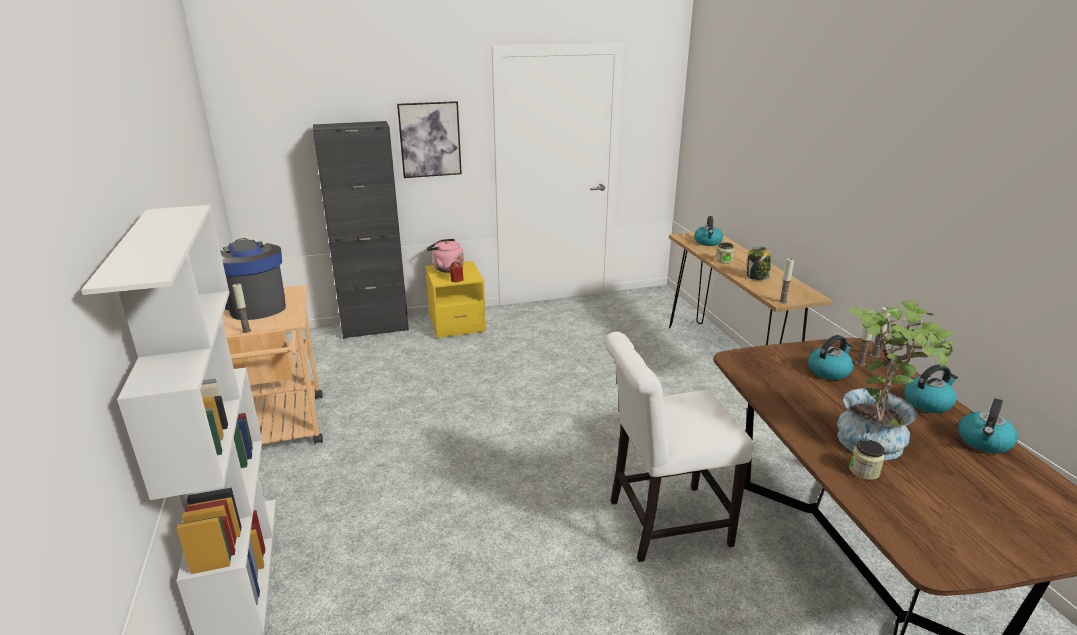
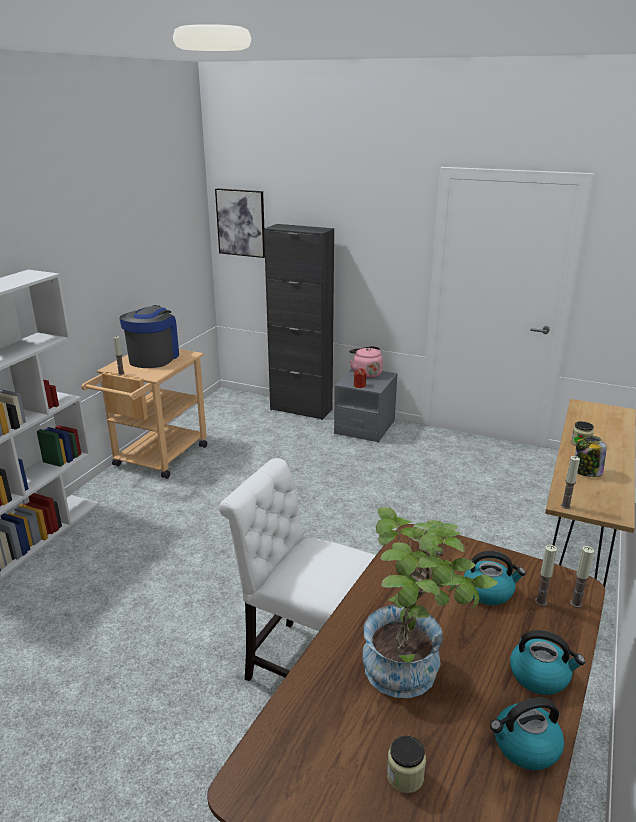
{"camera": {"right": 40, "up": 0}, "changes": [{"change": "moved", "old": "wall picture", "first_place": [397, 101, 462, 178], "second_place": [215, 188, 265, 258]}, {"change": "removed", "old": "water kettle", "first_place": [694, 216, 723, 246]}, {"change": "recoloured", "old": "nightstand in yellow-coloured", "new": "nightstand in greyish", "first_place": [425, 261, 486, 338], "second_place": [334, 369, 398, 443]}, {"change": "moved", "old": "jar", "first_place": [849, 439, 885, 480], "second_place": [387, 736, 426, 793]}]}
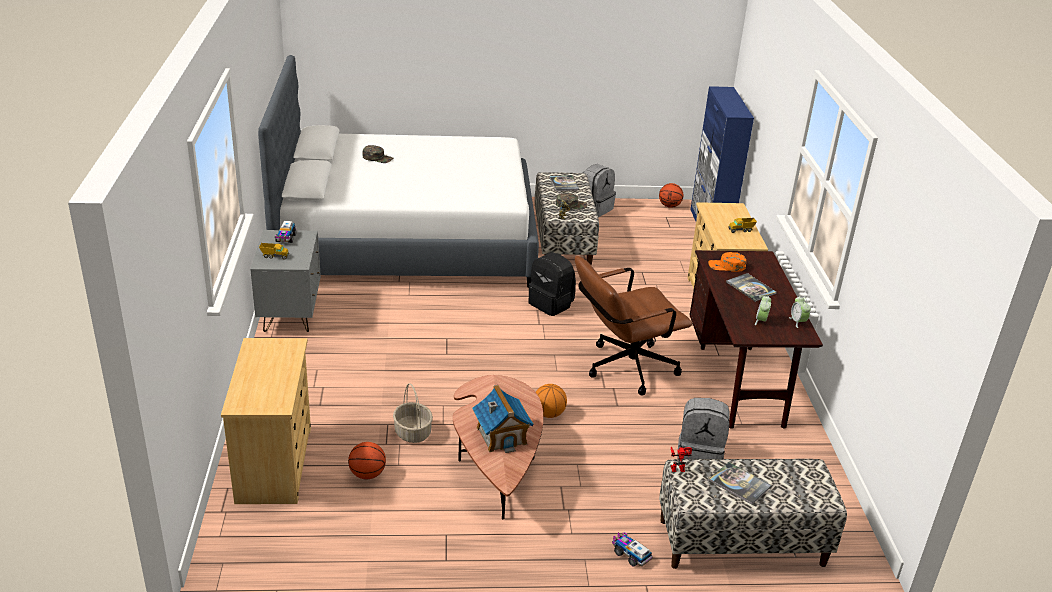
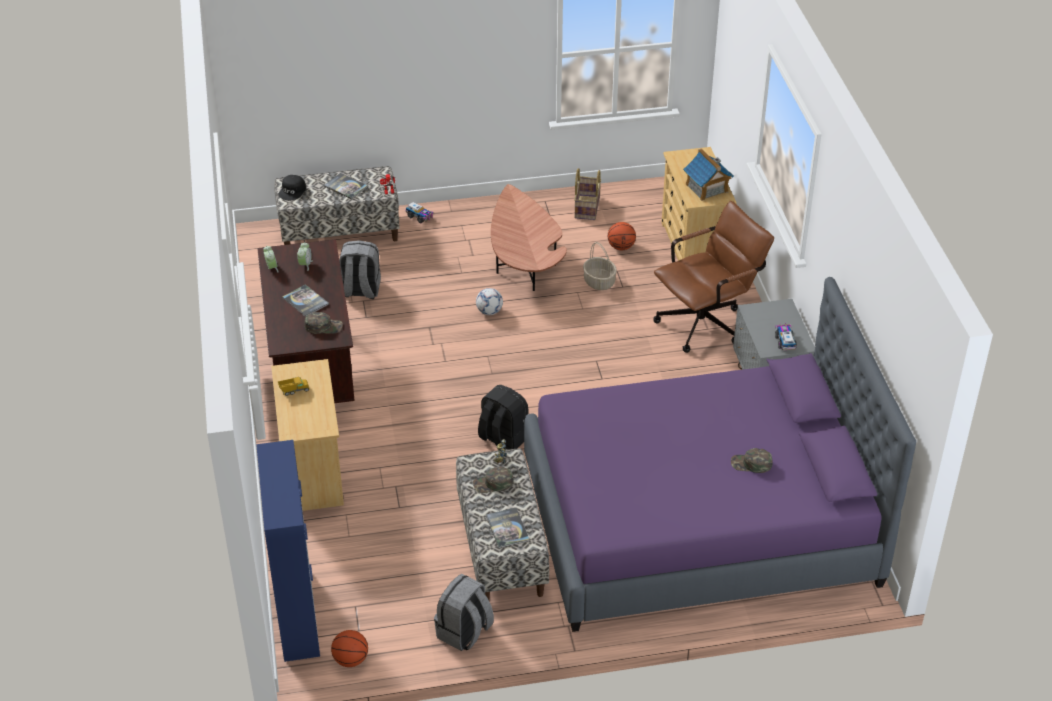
{"camera": {"right": 175, "up": 10}, "changes": [{"change": "recoloured", "old": "bed in white-coloured", "new": "bed in purplish", "first_place": [258, 55, 539, 288], "second_place": [524, 277, 916, 632]}, {"change": "removed", "old": "toy lorry", "first_place": [259, 243, 289, 260]}, {"change": "recoloured", "old": "peaked cap in orange", "new": "peaked cap in green-coloured", "first_place": [708, 252, 746, 272], "second_place": [304, 312, 343, 334]}, {"change": "moved", "old": "desk chair in brown", "first_place": [575, 256, 692, 396], "second_place": [654, 201, 774, 353]}, {"change": "replaced", "old": "basketball ball", "new": "ball for football", "first_place": [536, 384, 567, 418], "second_place": [476, 288, 503, 315]}, {"change": "moved", "old": "toy house", "first_place": [472, 385, 534, 453], "second_place": [683, 148, 734, 201]}, {"change": "added", "new": "storage basket", "second_place": [574, 168, 601, 220]}, {"change": "added", "new": "peaked cap in blackish", "second_place": [279, 175, 306, 200]}]}
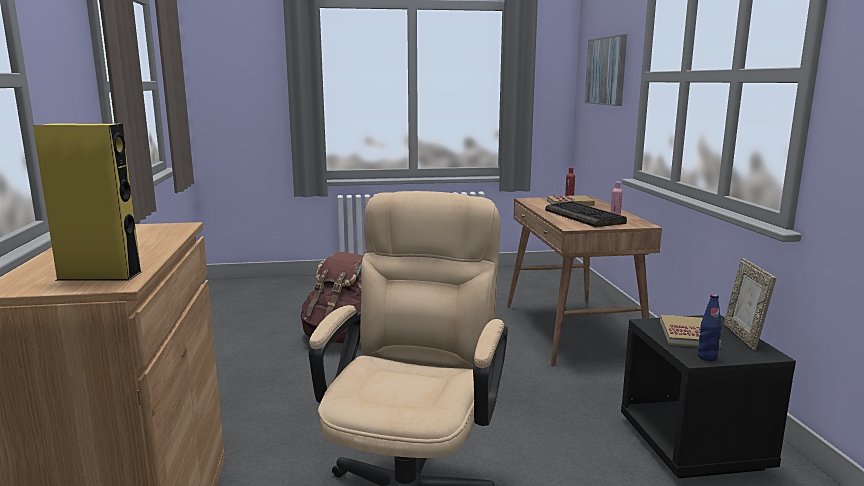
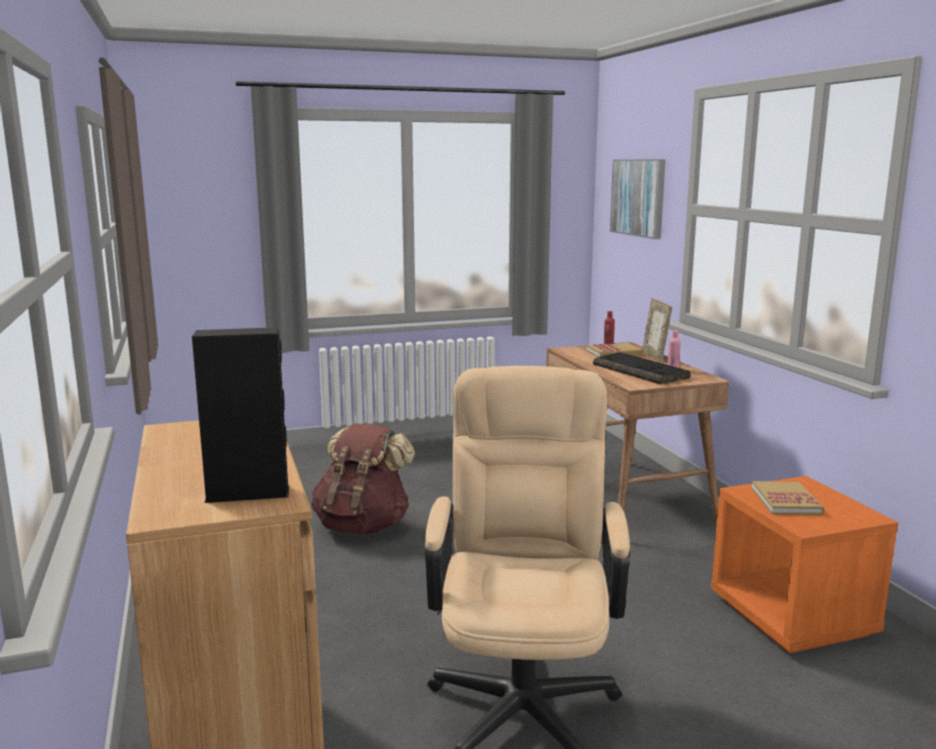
{"camera": {"right": -10, "up": 0}, "changes": [{"change": "recoloured", "old": "loudspeaker in yellow-coloured", "new": "loudspeaker in blackish", "first_place": [33, 124, 142, 281], "second_place": [192, 327, 289, 503]}, {"change": "moved", "old": "standing frame", "first_place": [724, 258, 776, 350], "second_place": [642, 298, 672, 362]}, {"change": "removed", "old": "drink bottle in blue-coloured", "first_place": [698, 294, 722, 361]}, {"change": "recoloured", "old": "nightstand in blackish", "new": "nightstand in orange", "first_place": [621, 315, 796, 478], "second_place": [711, 476, 898, 654]}]}
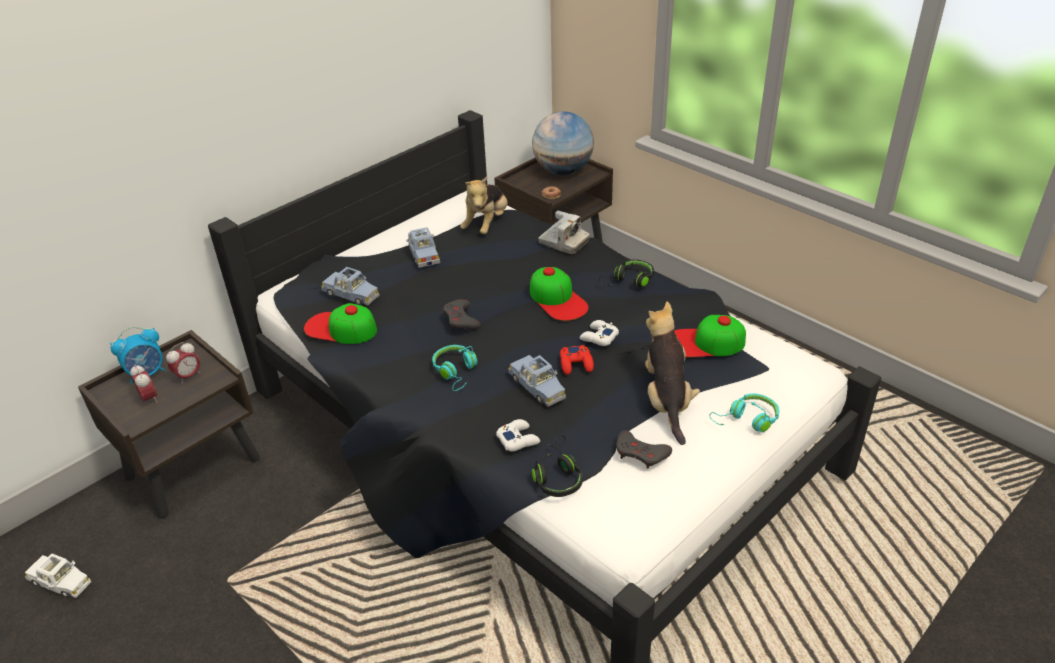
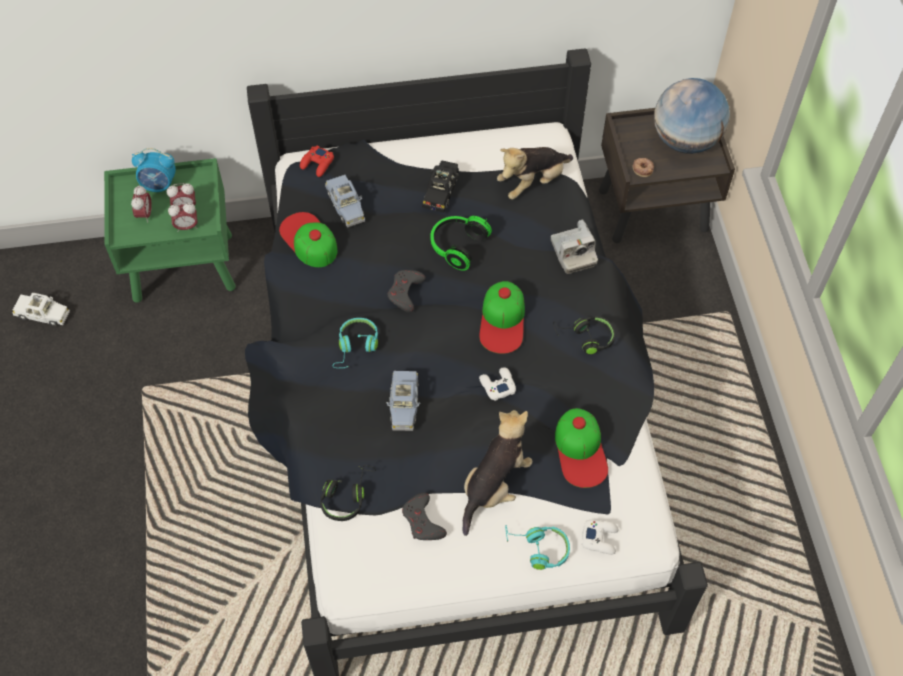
{"camera": {"right": 35, "up": 20}, "changes": [{"change": "recoloured", "old": "model car in blue-coloured", "new": "model car in blackish", "first_place": [406, 227, 440, 268], "second_place": [422, 161, 459, 213]}, {"change": "turned", "old": "peaked cap", "first_place": [674, 315, 746, 357], "second_place": [555, 408, 608, 488], "degrees": -135}, {"change": "recoloured", "old": "nightstand in brown", "new": "nightstand in green-coloured", "first_place": [78, 330, 260, 518], "second_place": [104, 158, 236, 303]}, {"change": "moved", "old": "gamepad in reddish", "first_place": [560, 345, 594, 375], "second_place": [300, 146, 334, 177]}, {"change": "moved", "old": "gamepad in white-coloured", "first_place": [496, 419, 540, 452], "second_place": [581, 520, 618, 555]}, {"change": "turned", "old": "model car in white-coloured", "first_place": [25, 554, 91, 598], "second_place": [12, 293, 70, 326], "degrees": -45}, {"change": "added", "new": "alarm clock", "second_place": [168, 202, 198, 232]}, {"change": "added", "new": "headset", "second_place": [430, 216, 492, 271]}]}
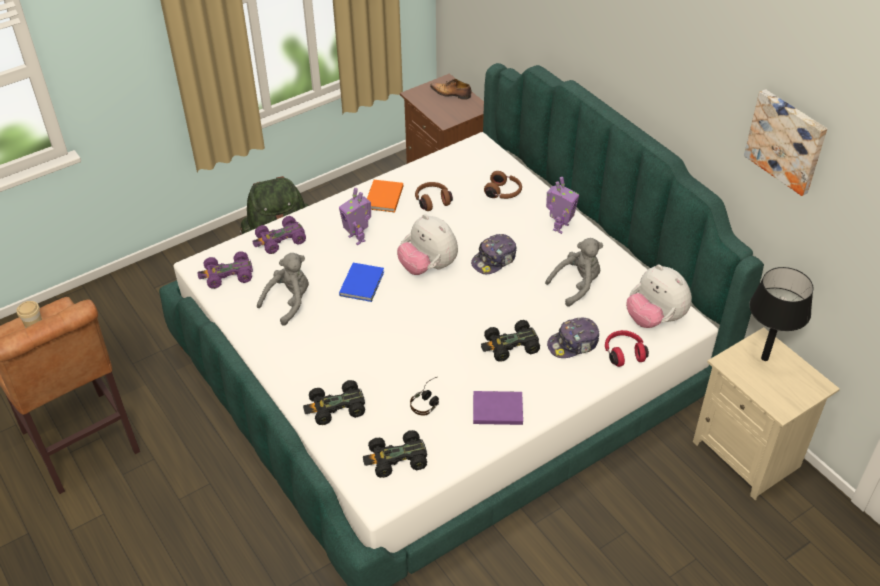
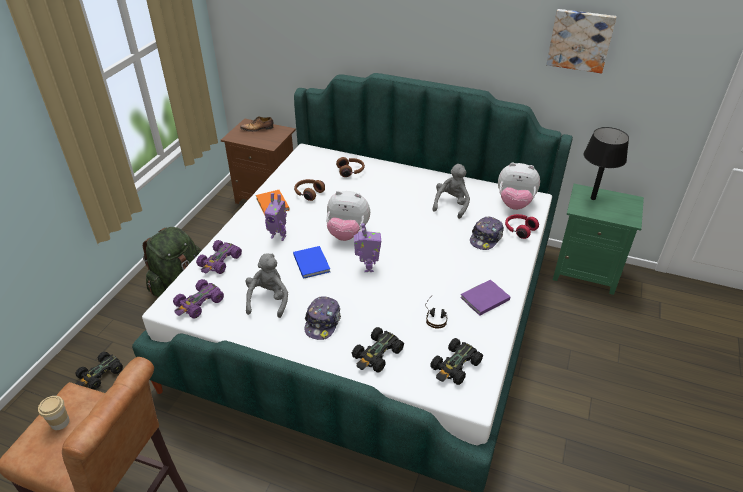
{"camera": {"right": -35, "up": -5}, "changes": [{"change": "moved", "old": "robot figure", "first_place": [546, 177, 579, 234], "second_place": [354, 223, 381, 272]}, {"change": "moved", "old": "peaked cap", "first_place": [471, 234, 516, 274], "second_place": [304, 296, 341, 340]}, {"change": "moved", "old": "model car in blackish", "first_place": [481, 320, 540, 362], "second_place": [75, 352, 123, 390]}, {"change": "recoloured", "old": "nightstand in beige-coloured", "new": "nightstand in green-coloured", "first_place": [693, 327, 840, 500], "second_place": [553, 184, 644, 295]}]}
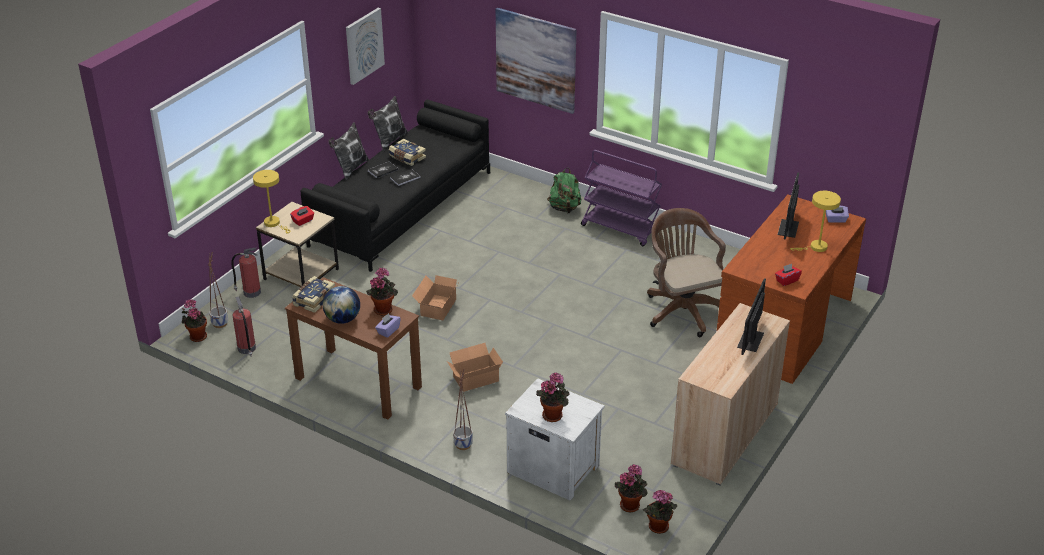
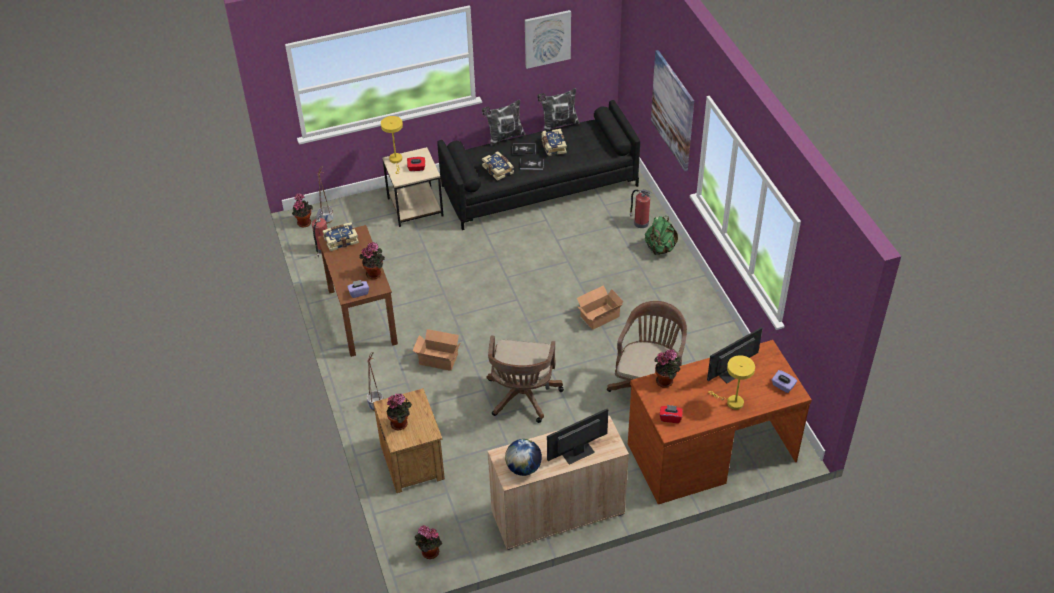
{"camera": {"right": 40, "up": 10}, "changes": [{"change": "removed", "old": "cart in purplish", "first_place": [581, 150, 662, 246]}, {"change": "moved", "old": "fire-fighting cylinder", "first_place": [231, 248, 261, 298], "second_place": [629, 189, 652, 228]}, {"change": "moved", "old": "carton", "first_place": [412, 275, 458, 320], "second_place": [577, 285, 623, 330]}, {"change": "moved", "old": "world globe", "first_place": [323, 286, 360, 324], "second_place": [505, 439, 542, 476]}, {"change": "recoloured", "old": "nightstand in white-coloured", "new": "nightstand in brown", "first_place": [505, 378, 605, 501], "second_place": [373, 388, 445, 493]}, {"change": "moved", "old": "houseplant", "first_place": [615, 464, 647, 512], "second_place": [654, 349, 681, 388]}, {"change": "added", "new": "bound book", "second_place": [482, 151, 514, 181]}, {"change": "added", "new": "desk chair in brown", "second_place": [487, 335, 564, 423]}]}
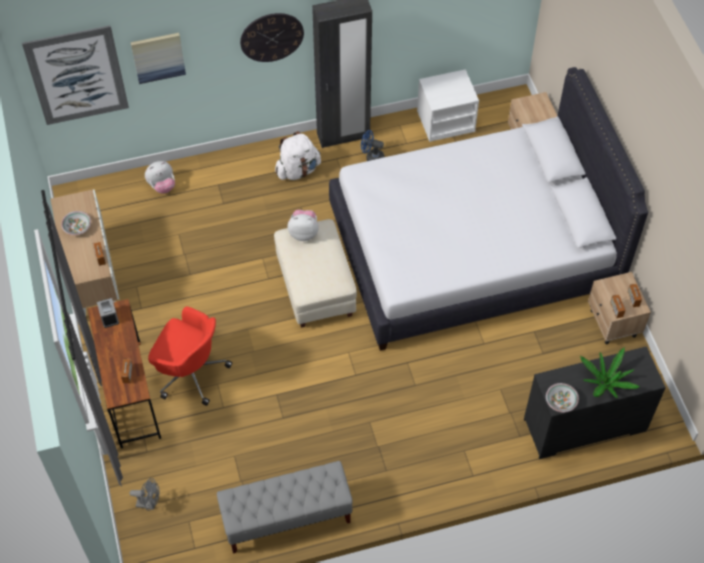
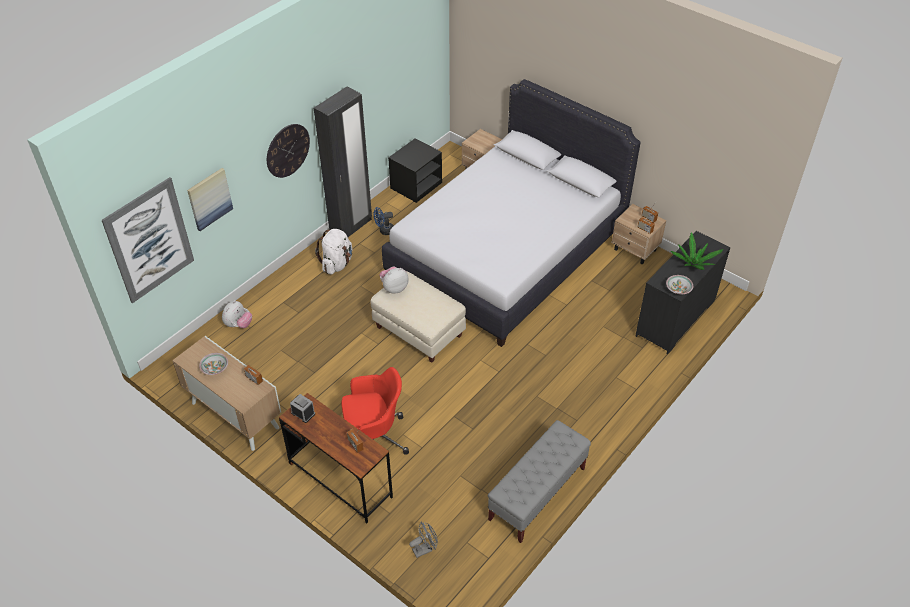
{"camera": {"right": -35, "up": -10}, "changes": [{"change": "recoloured", "old": "nightstand in white-coloured", "new": "nightstand in blackish", "first_place": [417, 69, 479, 142], "second_place": [388, 138, 442, 203]}]}
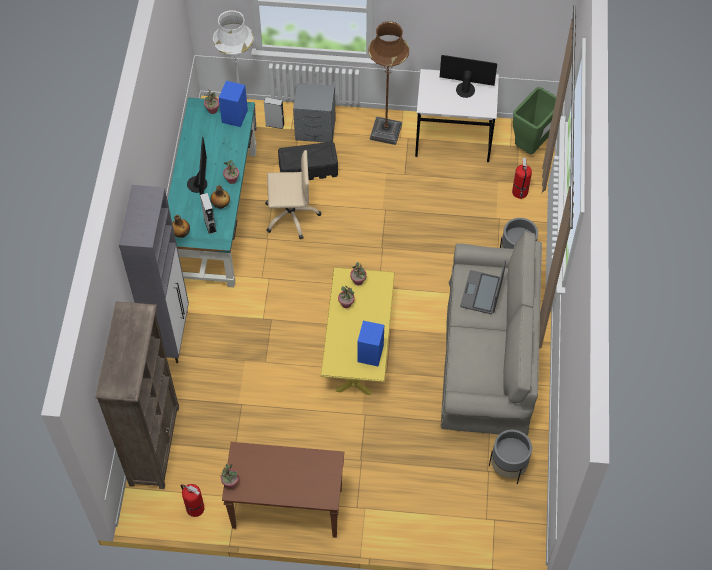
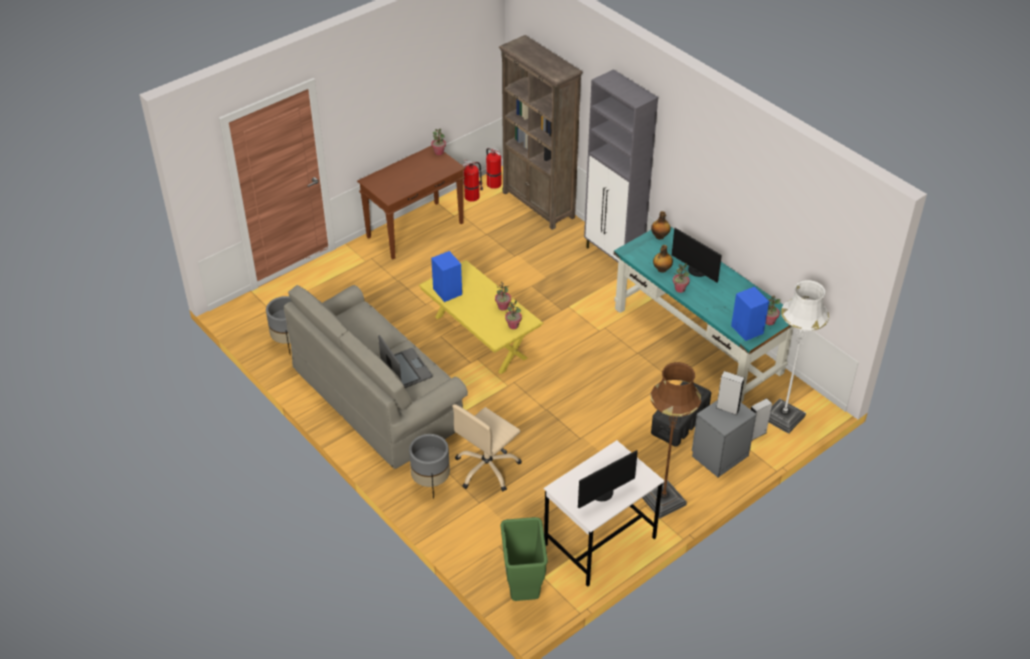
{"camera": {"right": 135, "up": -15}, "changes": [{"change": "moved", "old": "desk chair in beige-coloured", "first_place": [265, 150, 321, 239], "second_place": [452, 404, 522, 491]}, {"change": "moved", "old": "fire-fighting cylinder", "first_place": [512, 158, 532, 199], "second_place": [486, 148, 502, 189]}, {"change": "moved", "old": "loudspeaker in greyish", "first_place": [200, 193, 217, 234], "second_place": [716, 371, 745, 415]}]}
